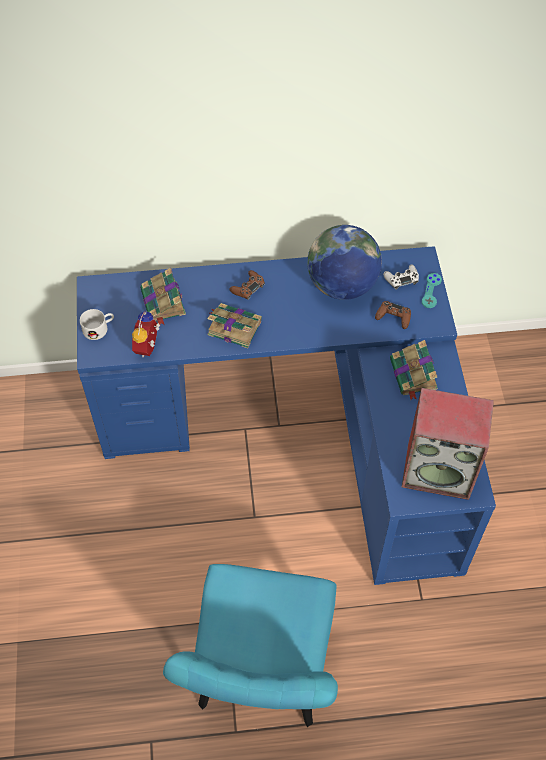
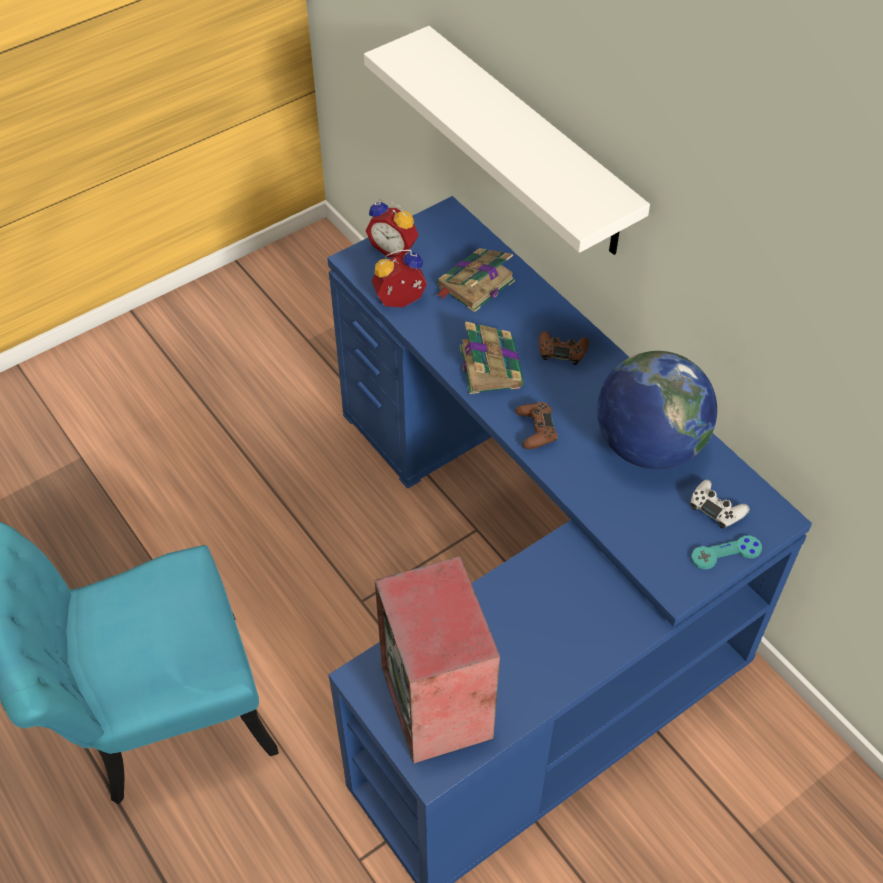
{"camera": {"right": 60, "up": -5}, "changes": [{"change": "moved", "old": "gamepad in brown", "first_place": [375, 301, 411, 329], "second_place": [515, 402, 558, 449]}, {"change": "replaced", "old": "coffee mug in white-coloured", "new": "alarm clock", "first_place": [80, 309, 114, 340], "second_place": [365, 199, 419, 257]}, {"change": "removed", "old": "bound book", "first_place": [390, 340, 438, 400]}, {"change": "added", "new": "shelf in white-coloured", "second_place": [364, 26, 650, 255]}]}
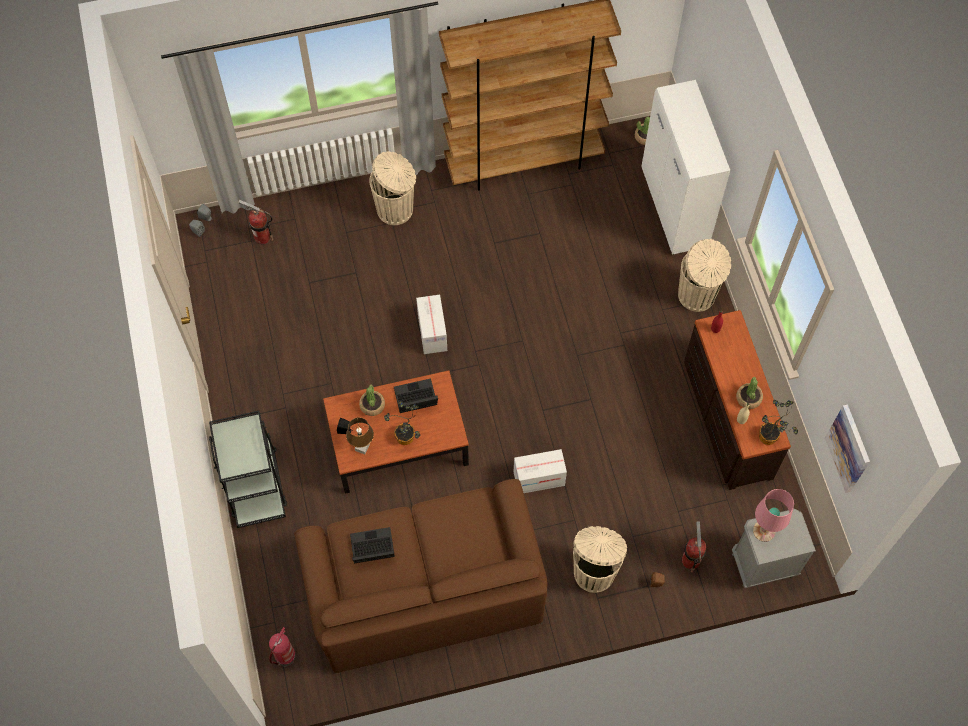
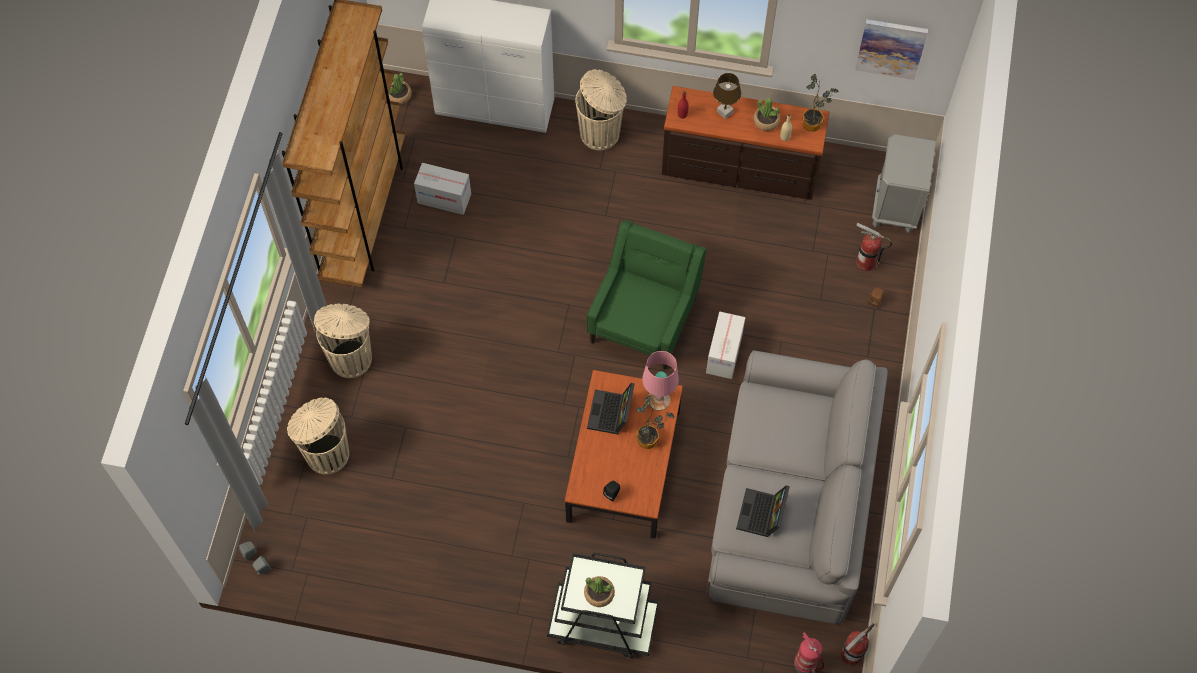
{"camera": {"right": -65, "up": 0}, "changes": [{"change": "moved", "old": "fire-fighting cylinder", "first_place": [238, 200, 273, 244], "second_place": [840, 623, 874, 666]}, {"change": "moved", "old": "carton", "first_place": [416, 295, 447, 354], "second_place": [414, 163, 471, 215]}, {"change": "moved", "old": "houseplant", "first_place": [359, 385, 385, 416], "second_place": [584, 576, 615, 607]}, {"change": "moved", "old": "lamp for a table in brown", "first_place": [346, 417, 374, 454], "second_place": [713, 73, 741, 119]}, {"change": "recoloured", "old": "sofa in brown", "new": "sofa in greyish", "first_place": [294, 479, 547, 673], "second_place": [706, 350, 888, 624]}, {"change": "moved", "old": "lamp for a table in pink", "first_place": [753, 489, 794, 542], "second_place": [642, 351, 679, 411]}, {"change": "moved", "old": "rubbish bin in beige-coloured", "first_place": [573, 526, 627, 593], "second_place": [287, 398, 349, 475]}, {"change": "added", "new": "armchair in green-coloured", "second_place": [587, 220, 706, 370]}]}
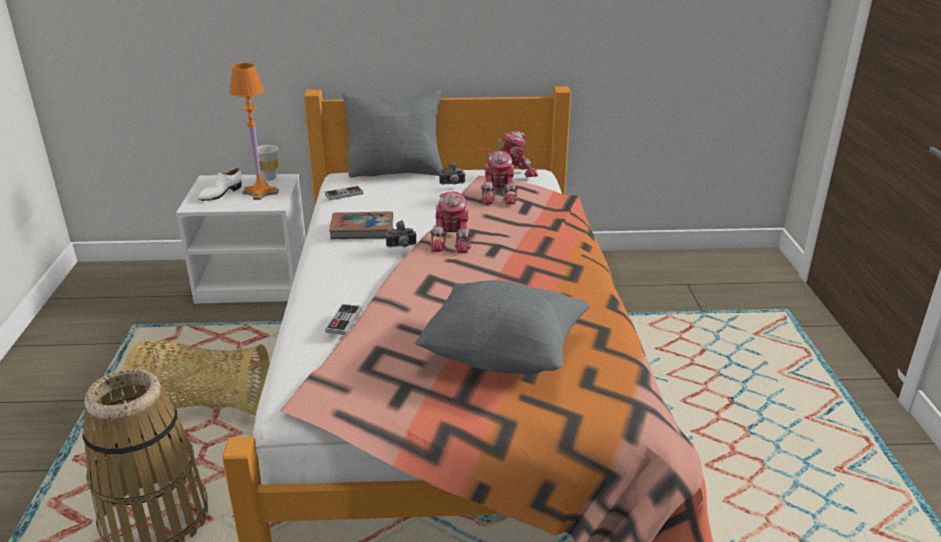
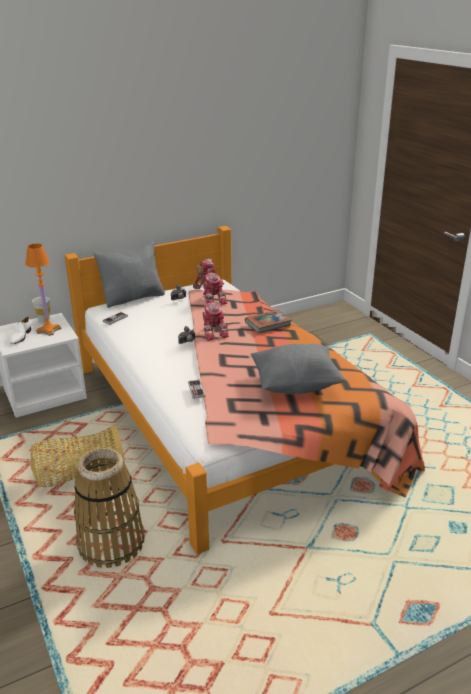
{"camera": {"right": -25, "up": 0}, "changes": [{"change": "moved", "old": "bound book", "first_place": [329, 211, 393, 239], "second_place": [245, 310, 292, 333]}]}
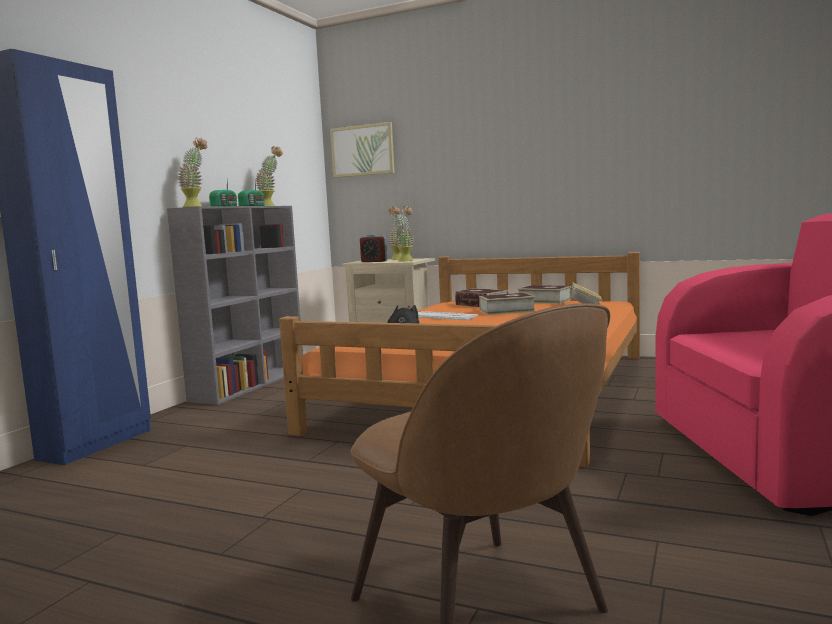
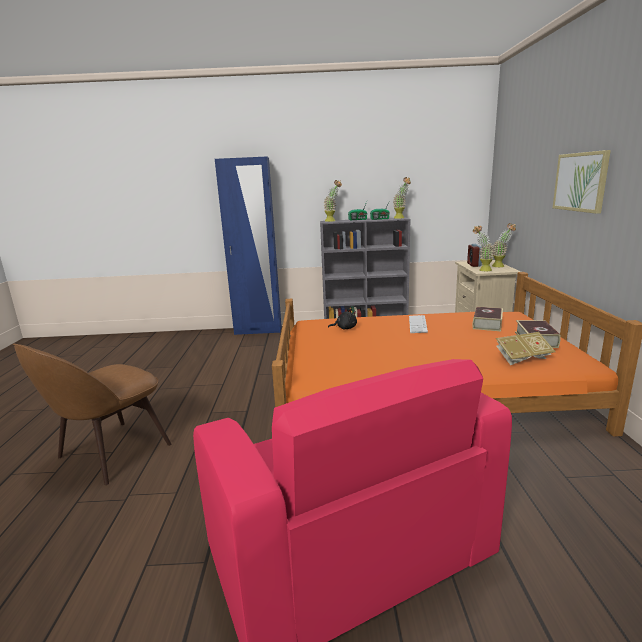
{"camera": {"right": 65, "up": 10}, "changes": [{"change": "moved", "old": "wall picture", "first_place": [330, 122, 395, 178], "second_place": [553, 150, 611, 214]}, {"change": "removed", "old": "bound book", "first_place": [479, 293, 535, 315]}]}
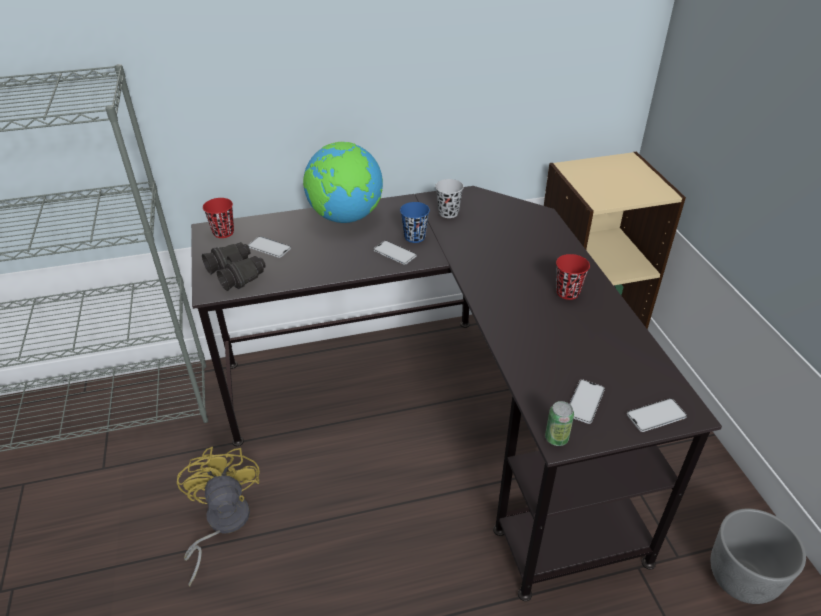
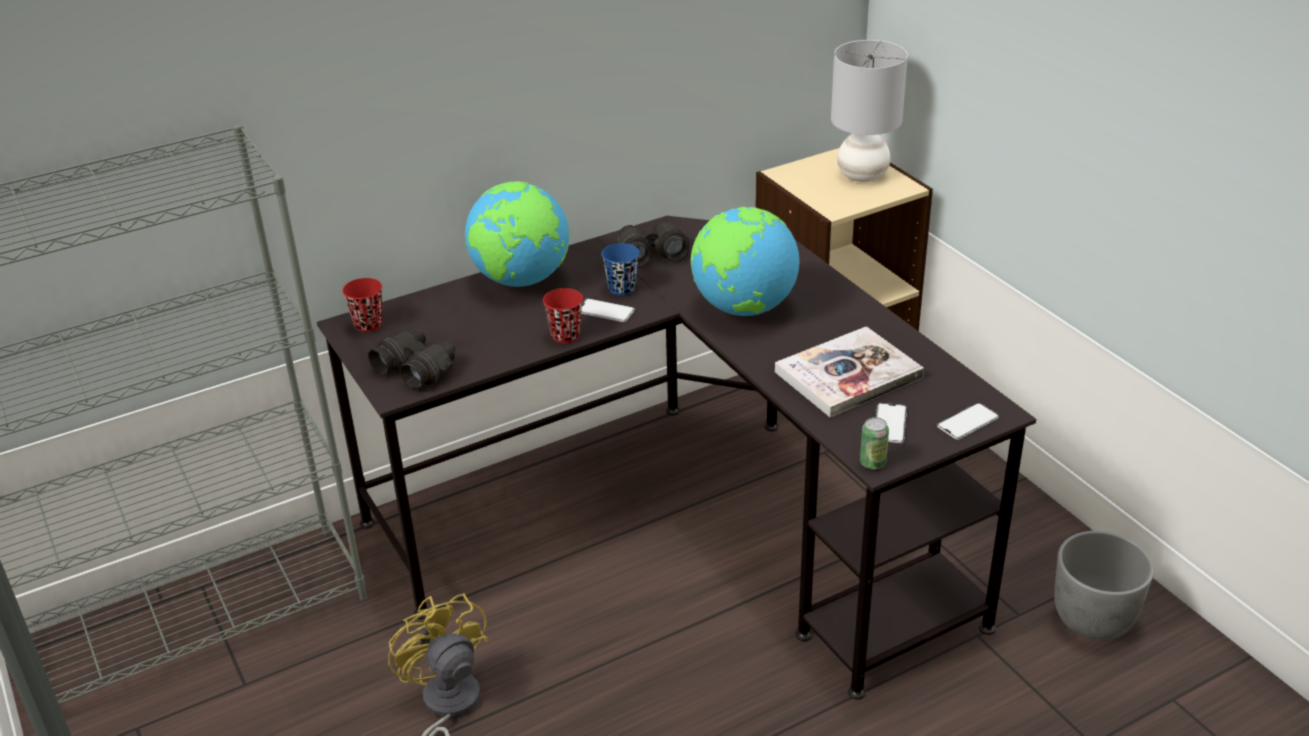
{"camera": {"right": -15, "up": -5}, "changes": [{"change": "replaced", "old": "cup in blackish", "new": "field glasses in blackish", "first_place": [435, 179, 464, 218], "second_place": [614, 220, 689, 268]}, {"change": "removed", "old": "handset", "first_place": [248, 236, 291, 258]}, {"change": "moved", "old": "cup in reddish", "first_place": [556, 254, 590, 300], "second_place": [543, 288, 583, 343]}, {"change": "added", "new": "lamp for a table in greyish", "second_place": [831, 40, 908, 182]}, {"change": "added", "new": "world globe", "second_place": [691, 207, 799, 316]}, {"change": "added", "new": "bound book", "second_place": [775, 326, 924, 417]}]}
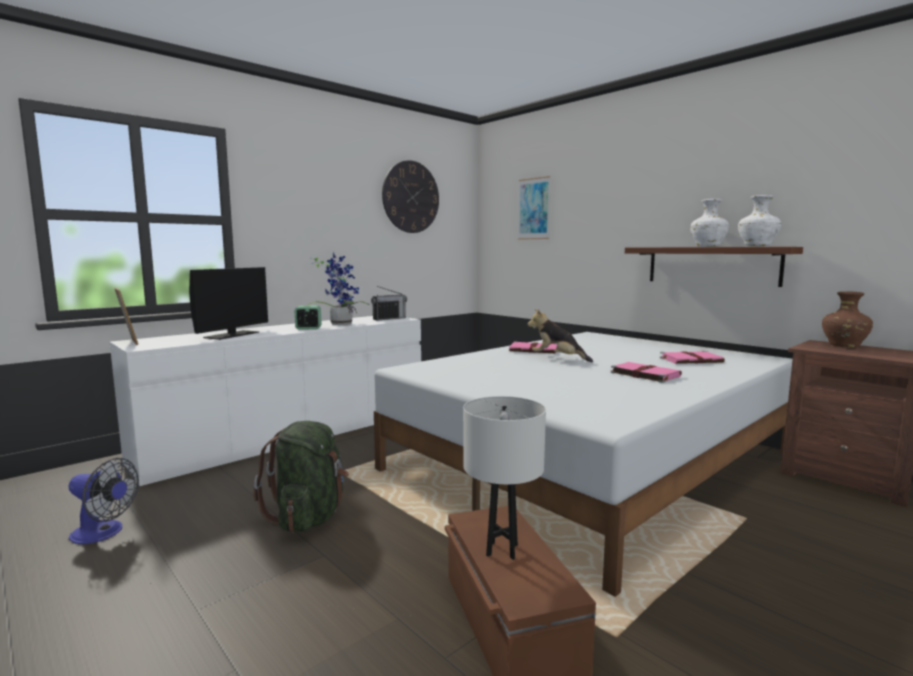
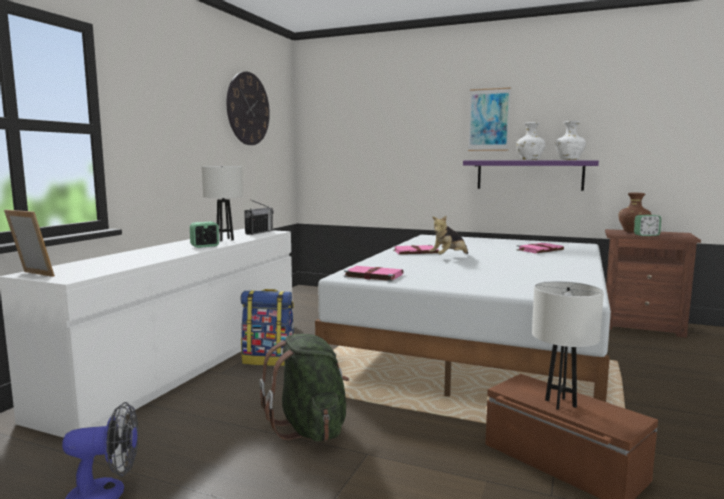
{"camera": {"right": -25, "up": 0}, "changes": [{"change": "moved", "old": "wall picture", "first_place": [518, 176, 551, 240], "second_place": [468, 87, 511, 151]}, {"change": "recoloured", "old": "shelf in brown", "new": "shelf in purplish", "first_place": [625, 247, 803, 287], "second_place": [463, 160, 599, 191]}, {"change": "replaced", "old": "houseplant", "new": "lamp for a table in white-coloured", "first_place": [306, 252, 370, 325], "second_place": [201, 166, 243, 241]}, {"change": "removed", "old": "computer screen", "first_place": [189, 267, 268, 340]}, {"change": "turned", "old": "soft toy", "first_place": [527, 309, 593, 362], "second_place": [429, 216, 468, 254], "degrees": -45}, {"change": "moved", "old": "bound book in pink", "first_place": [611, 362, 682, 383], "second_place": [343, 266, 404, 282]}, {"change": "added", "new": "alarm clock", "second_place": [634, 215, 661, 236]}, {"change": "added", "new": "rucksack", "second_place": [240, 289, 294, 366]}]}
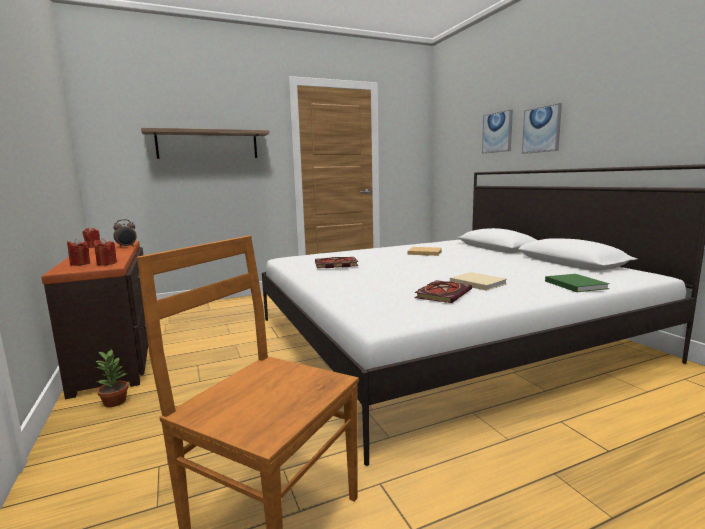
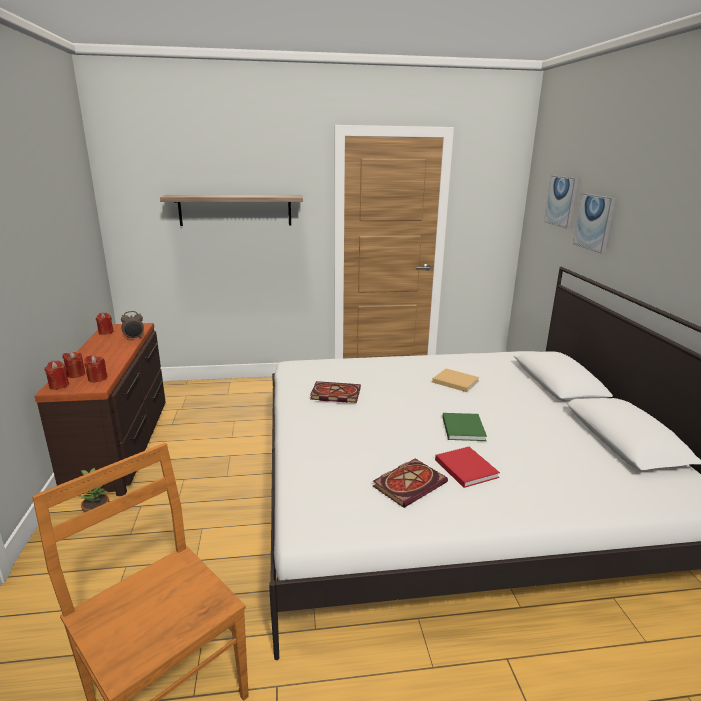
{"camera": {"right": 15, "up": 10}, "changes": [{"change": "moved", "old": "wall picture", "first_place": [522, 103, 562, 154], "second_place": [544, 175, 579, 229]}, {"change": "recoloured", "old": "bound book in beige-coloured", "new": "bound book in reddish", "first_place": [450, 272, 507, 291], "second_place": [435, 447, 500, 488]}, {"change": "moved", "old": "bound book in green-coloured", "first_place": [545, 274, 610, 292], "second_place": [443, 413, 487, 441]}, {"change": "added", "new": "wax light in reddish", "second_place": [44, 361, 69, 390]}]}
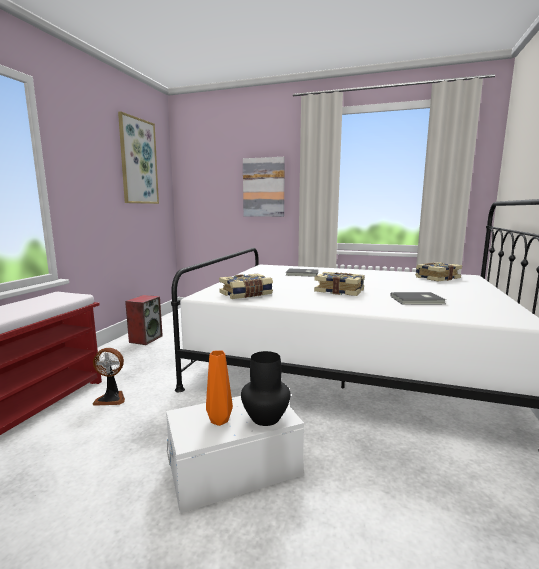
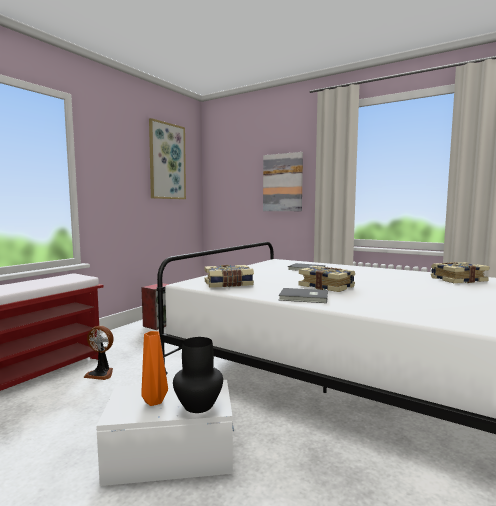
{"camera": {"right": 15, "up": -5}, "changes": [{"change": "moved", "old": "bound book in greyish", "first_place": [391, 292, 446, 305], "second_place": [279, 288, 328, 303]}]}
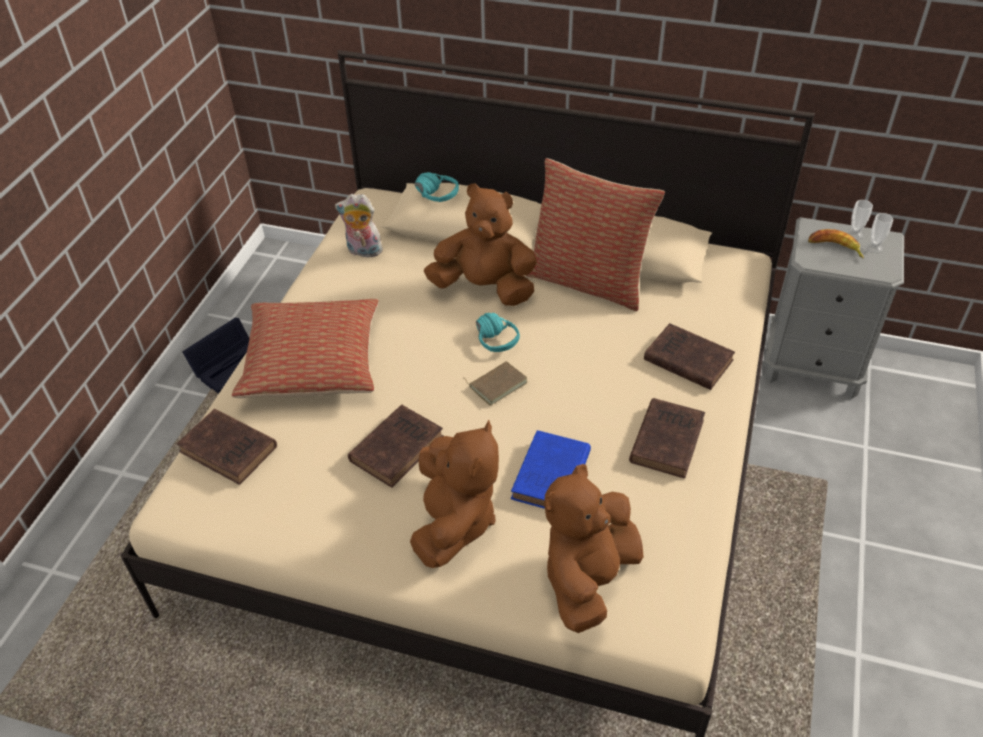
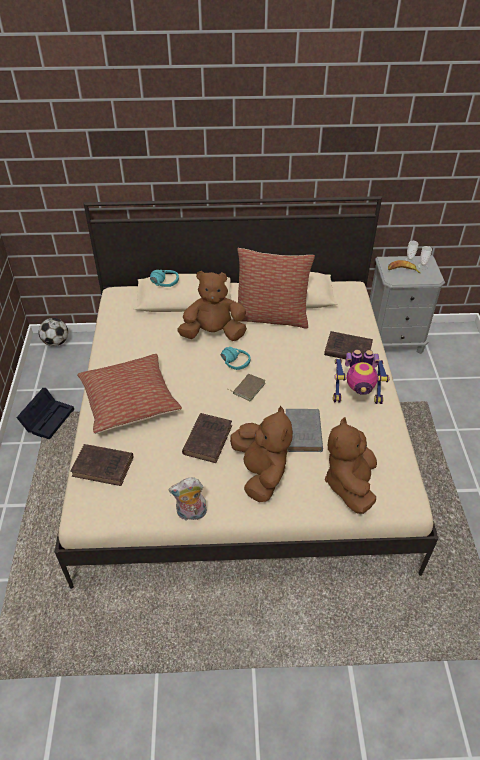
{"camera": {"right": -20, "up": 0}, "changes": [{"change": "moved", "old": "soft toy", "first_place": [335, 194, 383, 257], "second_place": [168, 477, 207, 521]}, {"change": "replaced", "old": "bound book in brown", "new": "robot figure", "first_place": [629, 398, 705, 478], "second_place": [333, 350, 390, 404]}, {"change": "recoloured", "old": "bound book in blue-coloured", "new": "bound book in greyish", "first_place": [511, 430, 591, 509], "second_place": [285, 409, 323, 452]}, {"change": "added", "new": "ball for football", "second_place": [39, 318, 68, 346]}]}
